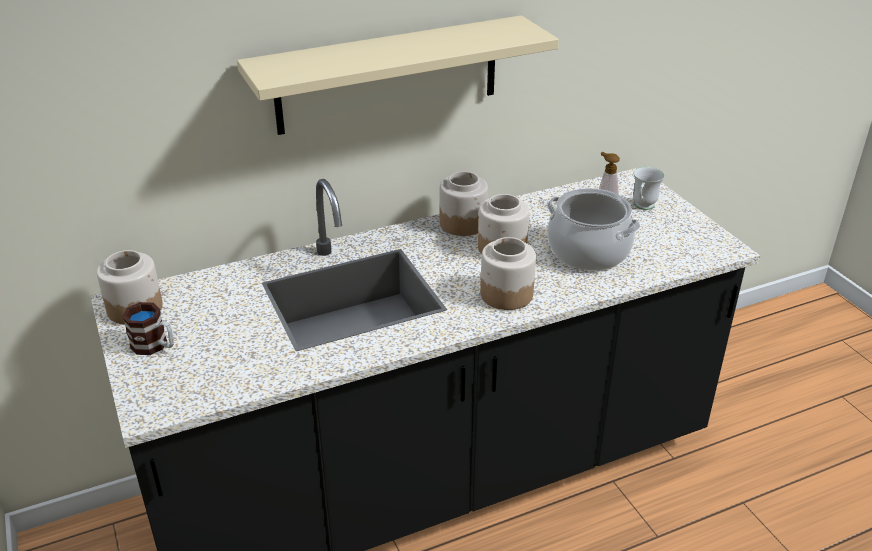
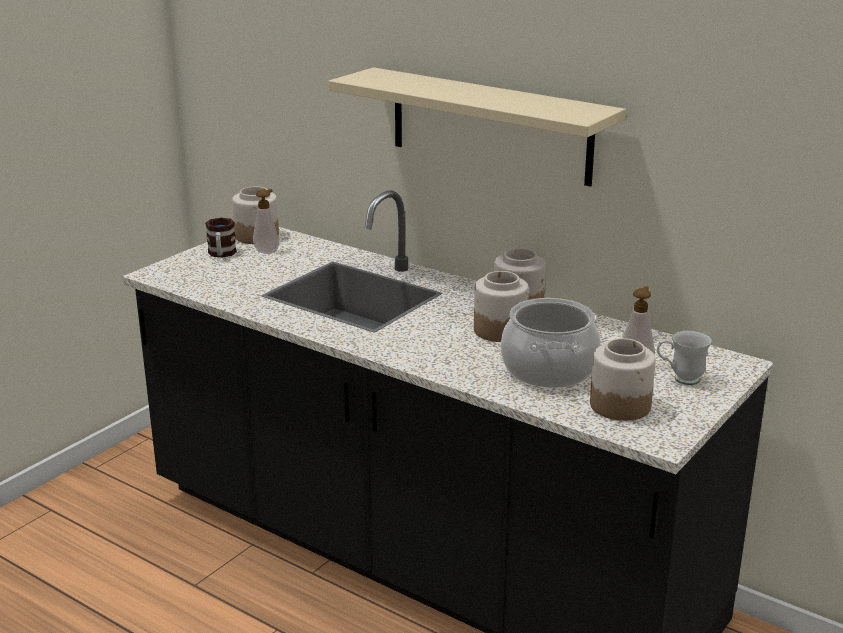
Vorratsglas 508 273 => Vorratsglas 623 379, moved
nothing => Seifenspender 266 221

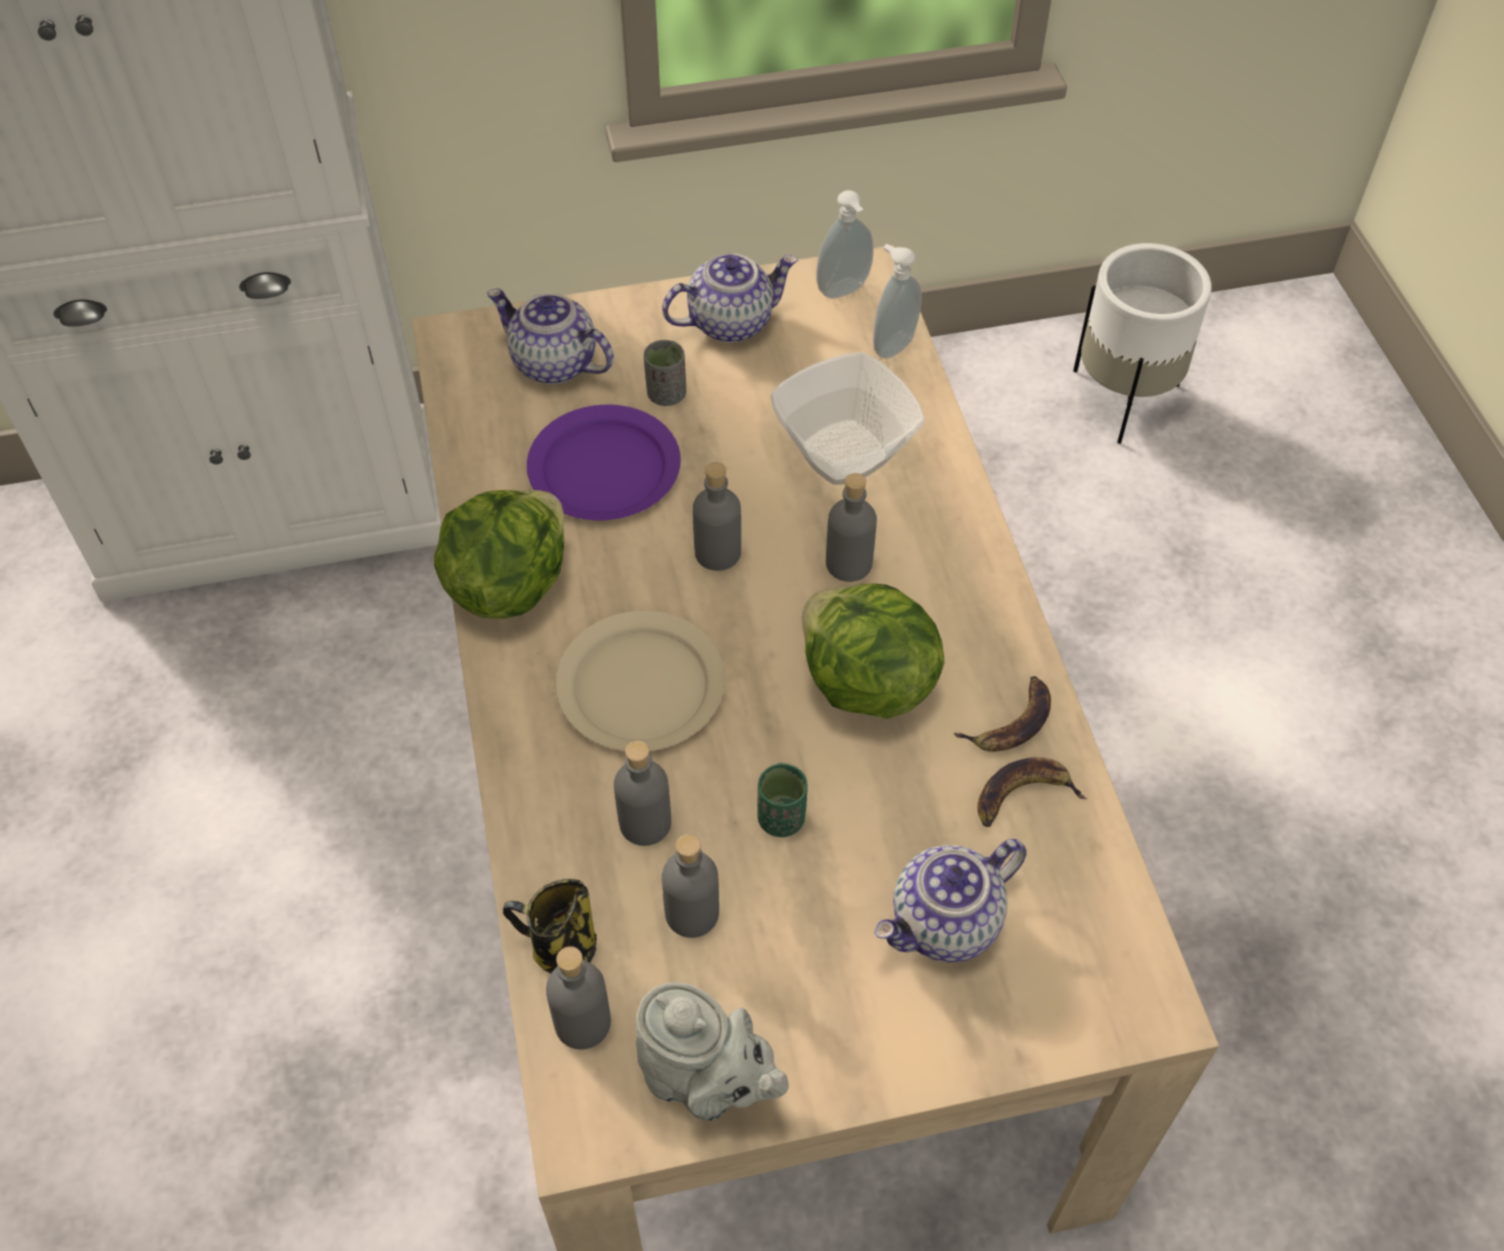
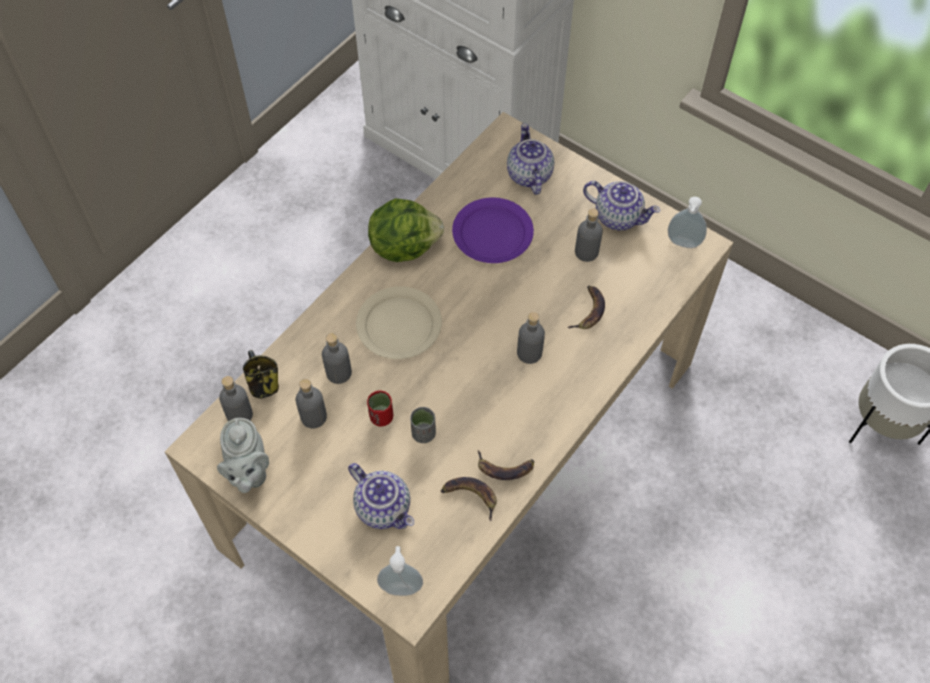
Seifenspender 897 301 => Seifenspender 400 571, moved
Tasse (grau) 665 373 => Tasse (grau) 423 425, moved
Schüssel 848 418 => Banane 586 307
Flasche (grau) 717 516 => Flasche (grau) 589 235, moved
Salatkopf 873 651 => nothing
Tasse (grün) 782 800 => Tasse (rot) 380 408
Teekanne 950 900 => Teekanne 381 496, 150 degrees counterclockwise

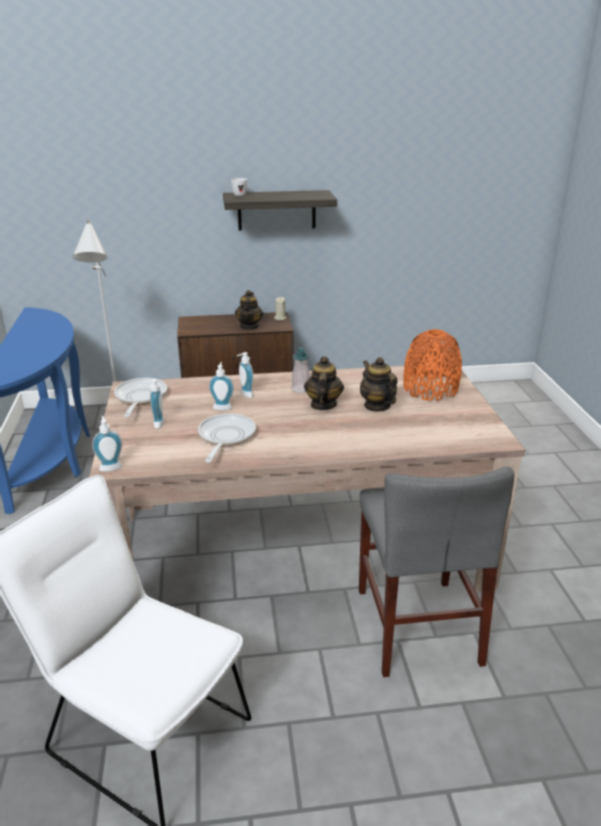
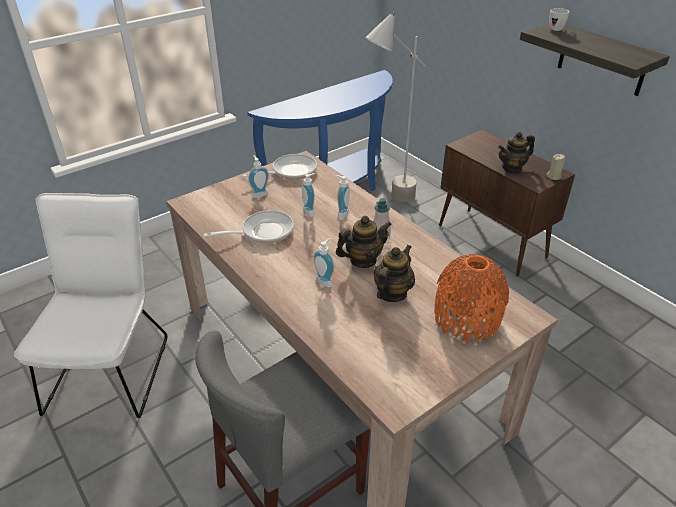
Seifenspender 107 444 => Seifenspender 324 262, moved

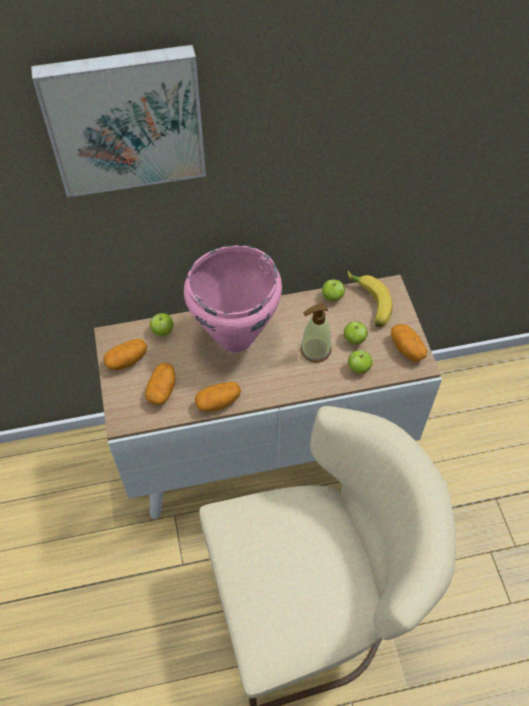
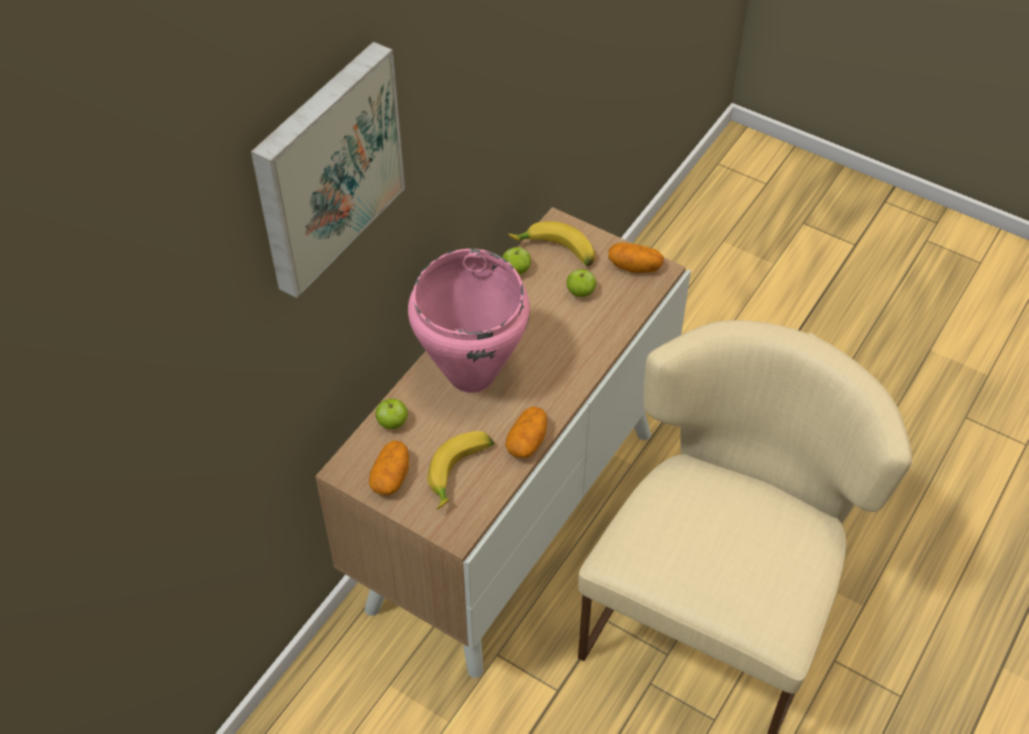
Seifenspender 315 332 => nothing
Apfel 360 362 => nothing
Kartoffel 160 383 => Banane 461 470

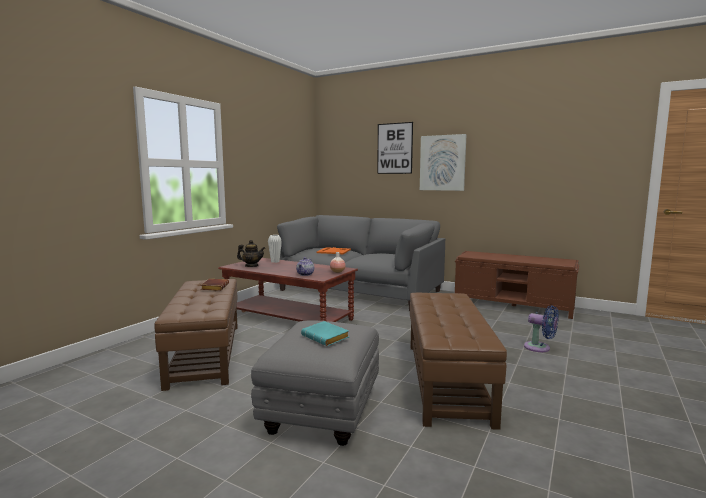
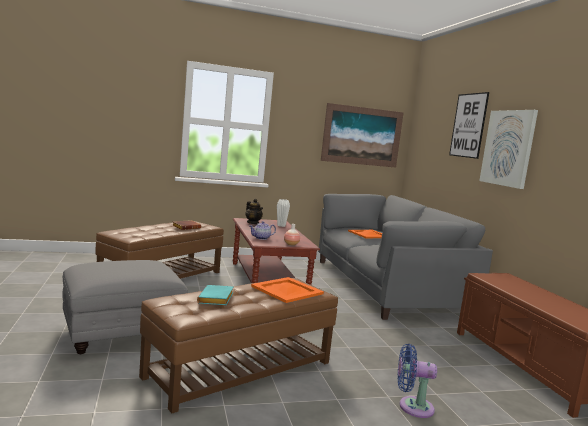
Ventilator (blau) 541 328 => Ventilator (blau) 417 381, 105 degrees clockwise
Buch (türkis) 325 333 => Buch (türkis) 215 295, moved
nothing => Bild 362 135
nothing => Tablett (orange) 287 290

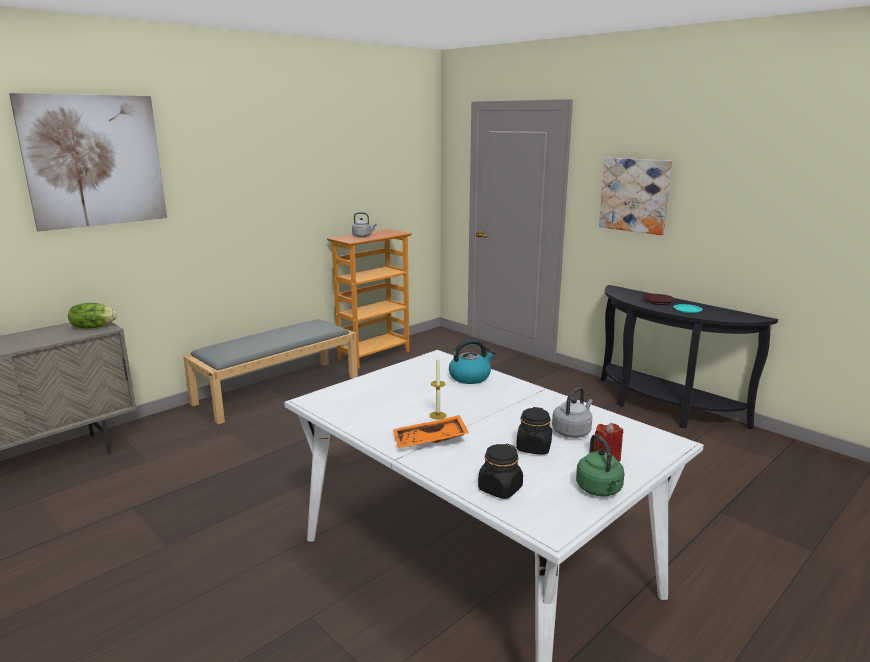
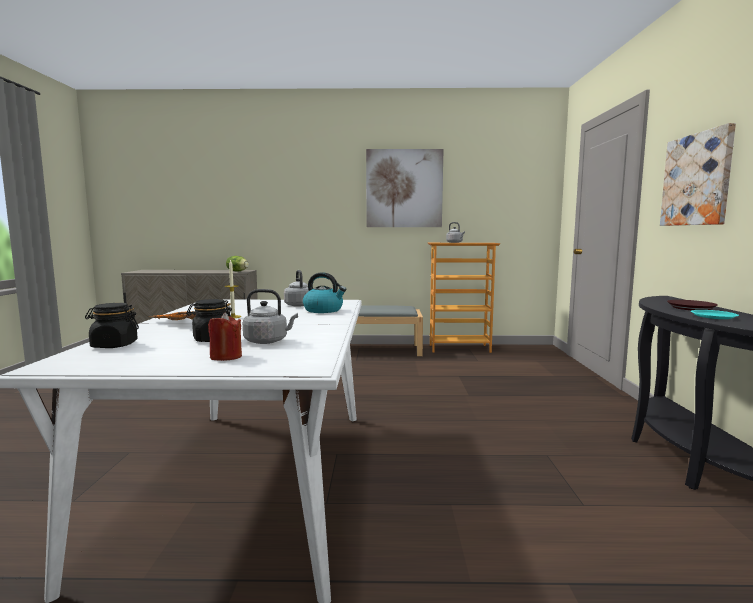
Bild 88 162 => Bild 405 188, moved
Wasserkessel (grün) 600 465 => nothing
nothing => Wasserkessel (grau) 296 288

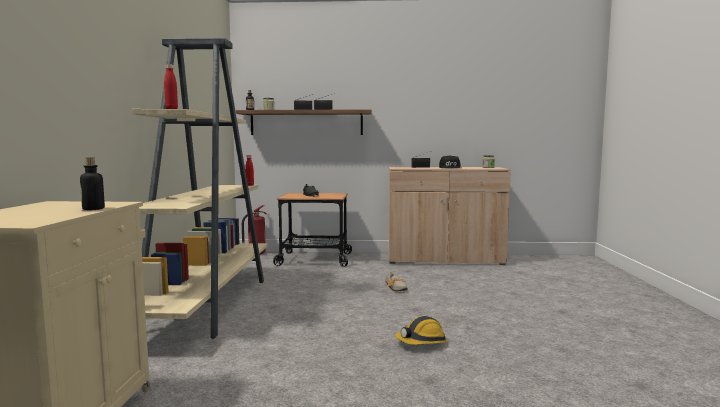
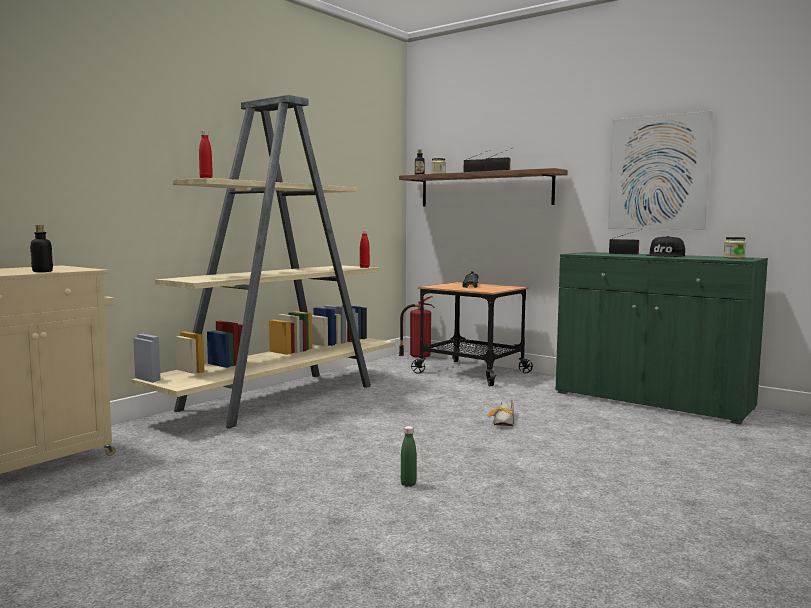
Schrank (beige) 450 216 => Schrank (grün) 662 338
Schutzhelm 421 330 => Flasche (grün) 409 456
nothing => Bild 660 170

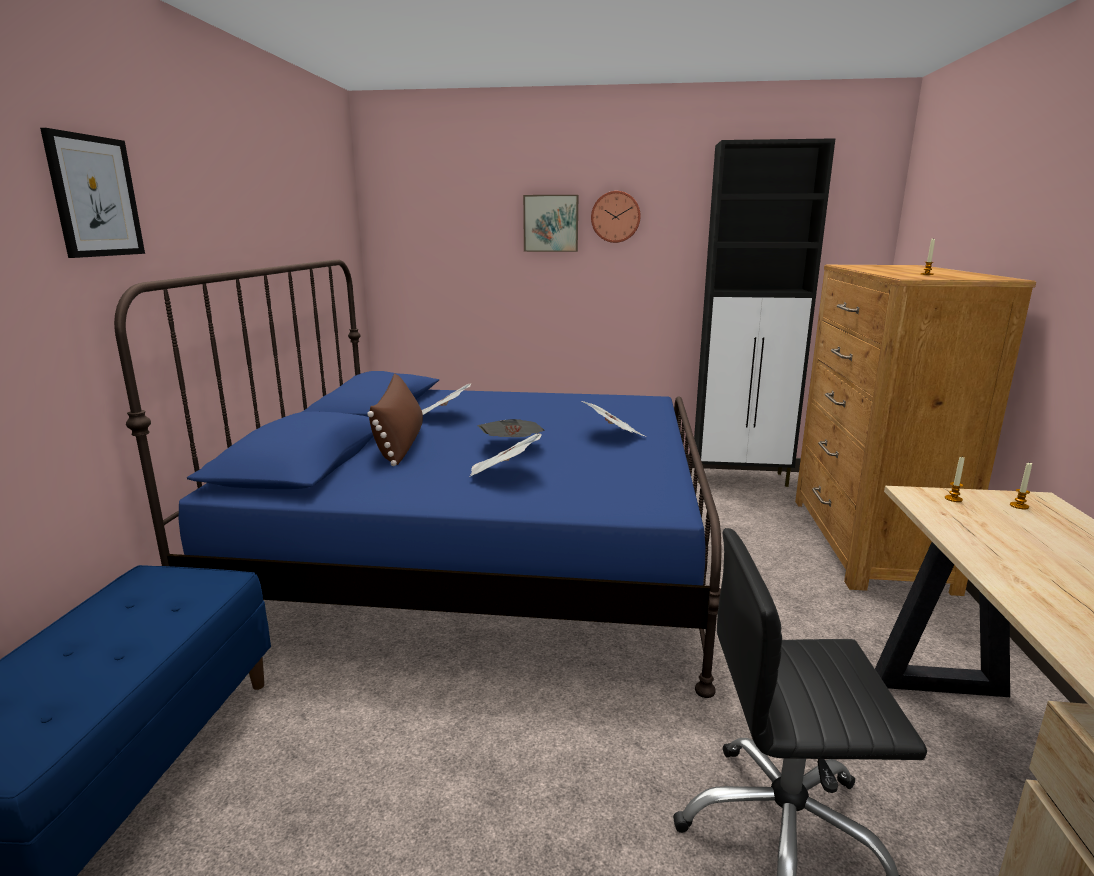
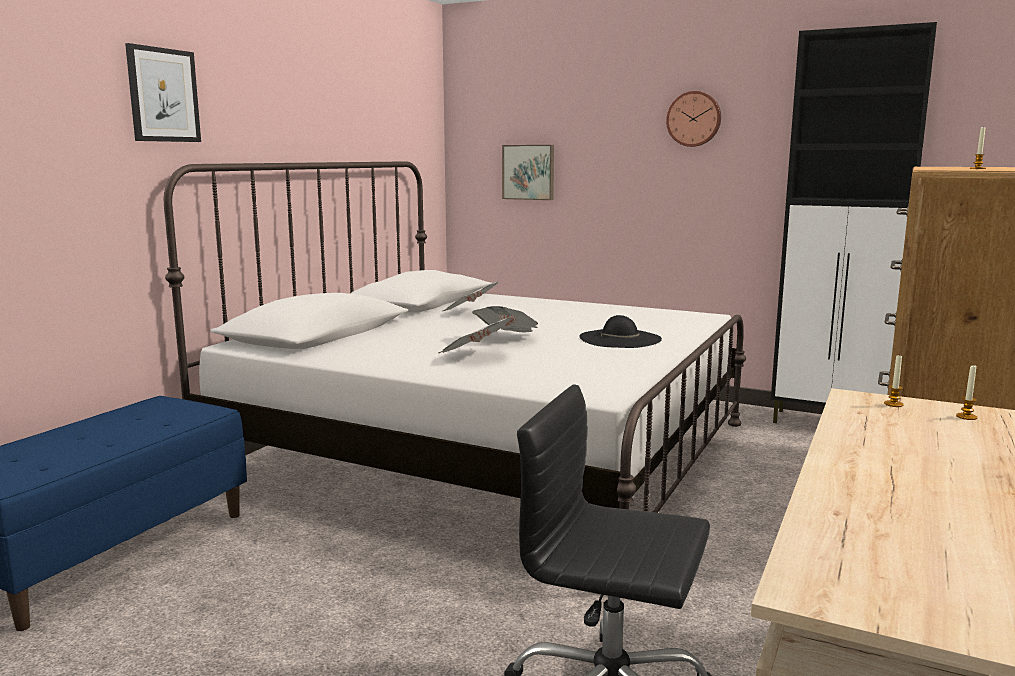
Bild 550 223 => Bild 528 172, moved
Bett (blau) 417 478 => Bett (weiß) 455 337
Kissen (braun) 395 419 => nothing
Zeitung 614 419 => Hut (schwarz) 620 331

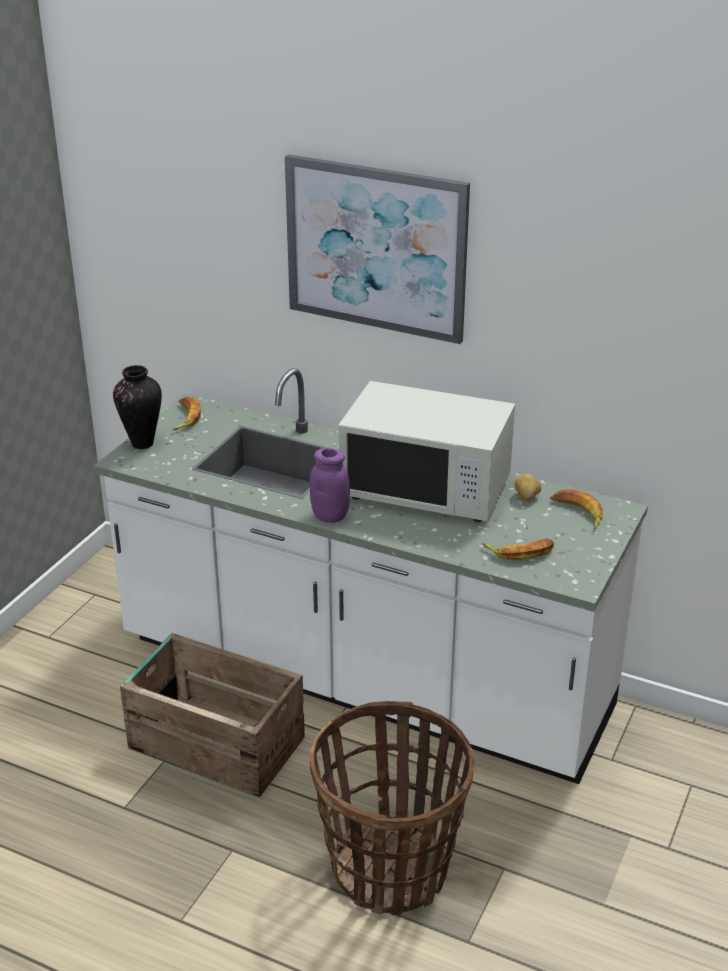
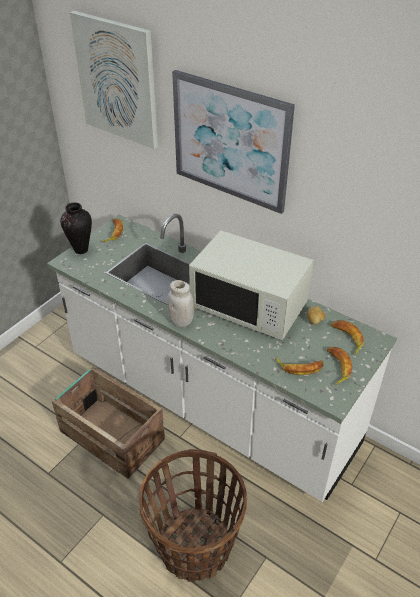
Vorratsglas (lila) 330 485 => Vorratsglas (weiß) 180 303
nothing => Bild 114 80
nothing => Banane 339 366

